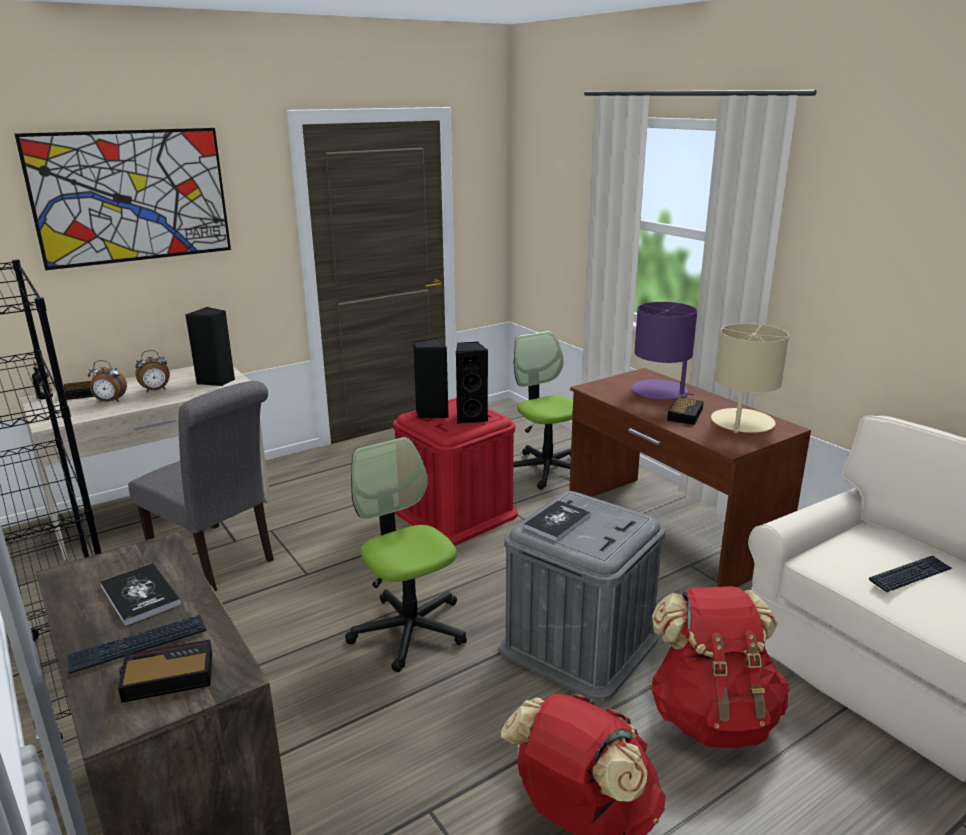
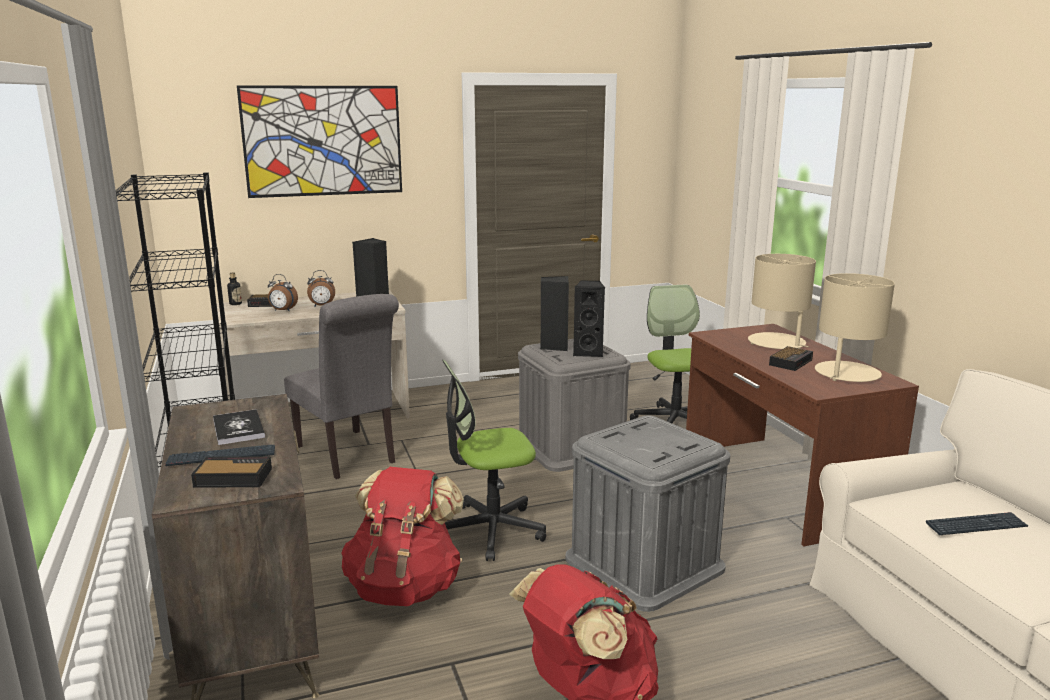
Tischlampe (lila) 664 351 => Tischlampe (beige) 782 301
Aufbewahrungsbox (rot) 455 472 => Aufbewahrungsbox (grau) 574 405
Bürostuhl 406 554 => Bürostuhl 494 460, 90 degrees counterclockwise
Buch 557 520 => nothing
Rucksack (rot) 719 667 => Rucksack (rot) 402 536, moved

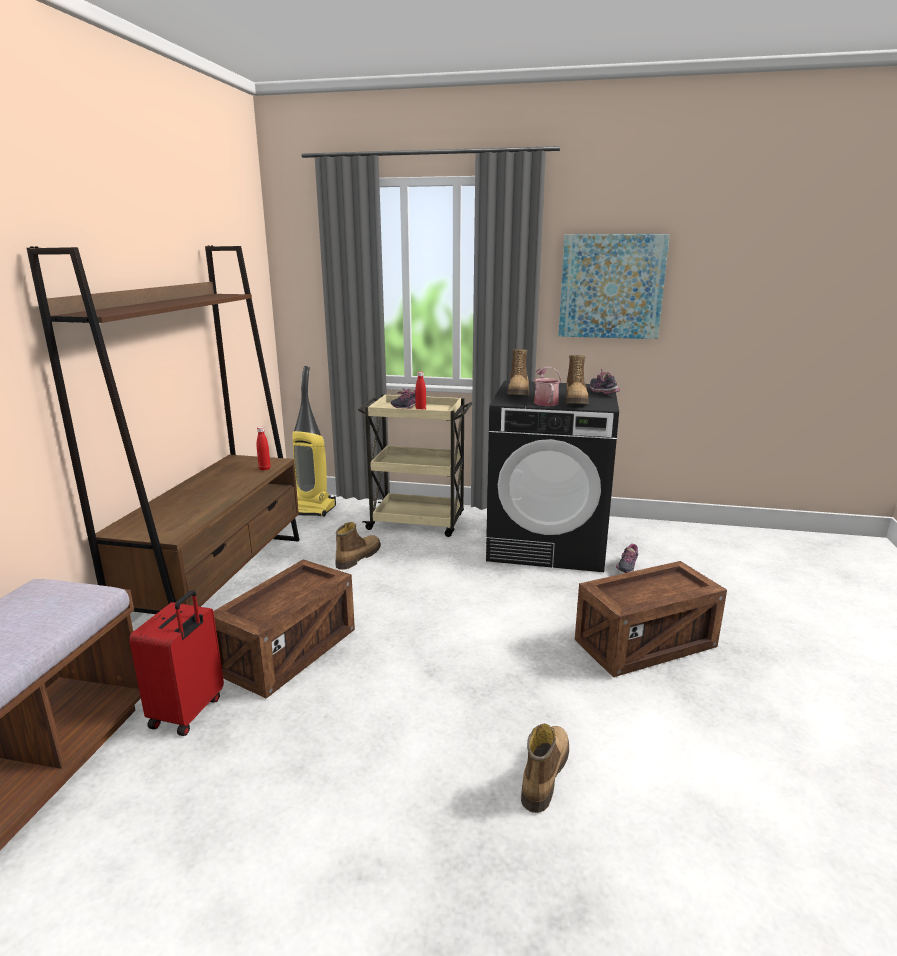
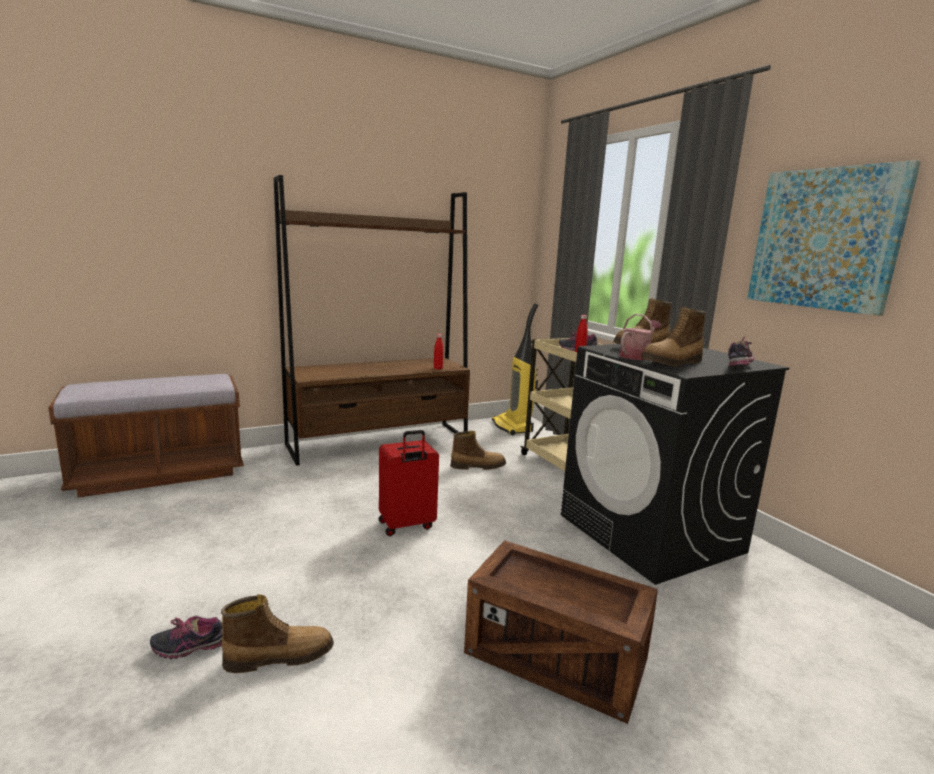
Schuh 627 558 => Schuh 186 637, moved
Kiste 284 629 => nothing
Koffer (rot) 176 663 => Koffer (rot) 409 483, moved

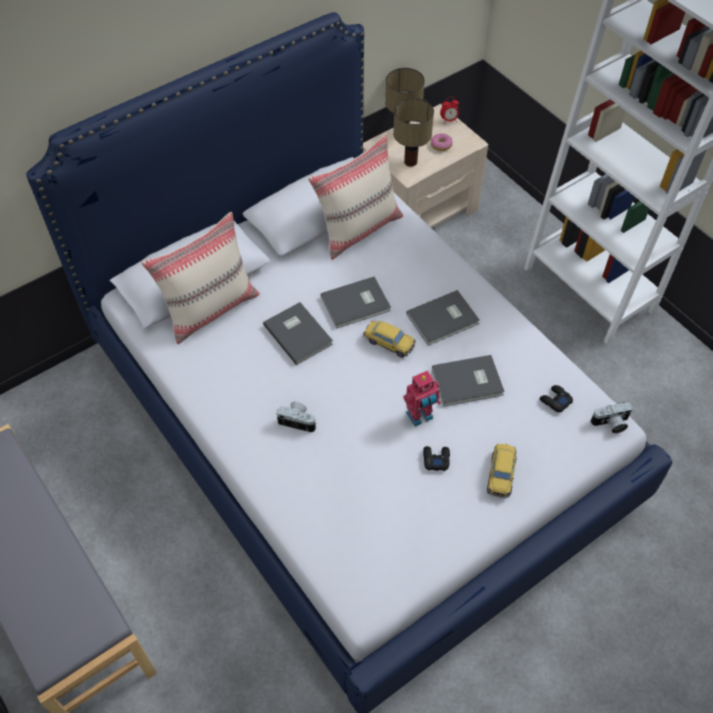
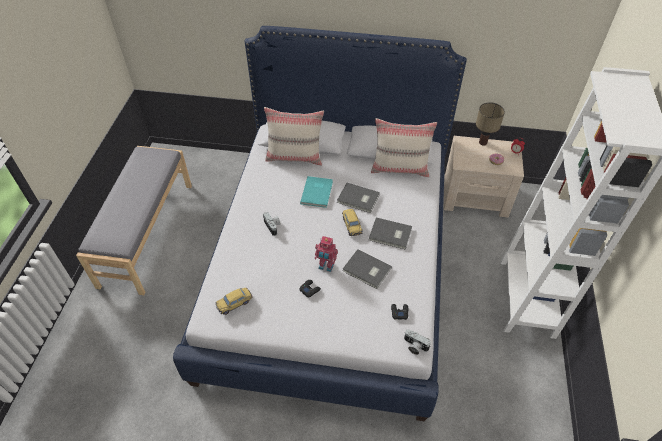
Tischlampe 413 132 => nothing
Buch (grau) 298 333 => Buch (türkis) 316 192
Spielzeugauto 502 470 => Spielzeugauto 234 301, moved

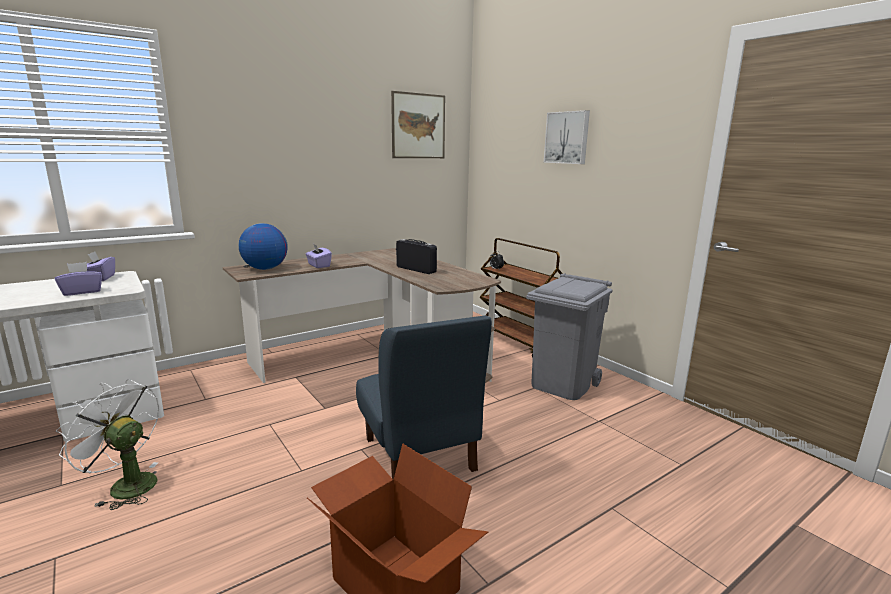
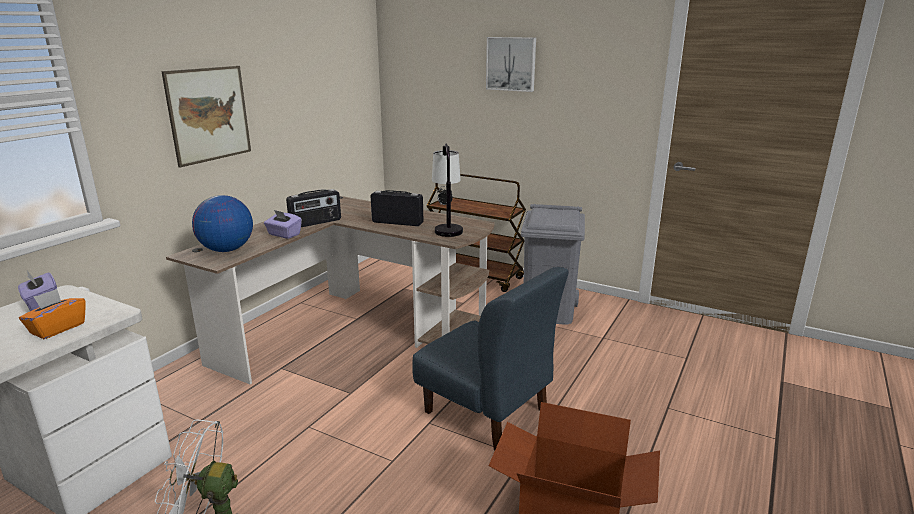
Bild 418 124 => Bild 206 117, moved
Taschentuchbox (lila) 78 279 => Taschentuchbox (orange) 52 314
nothing => Tischlampe 447 190
nothing => Radio 313 208

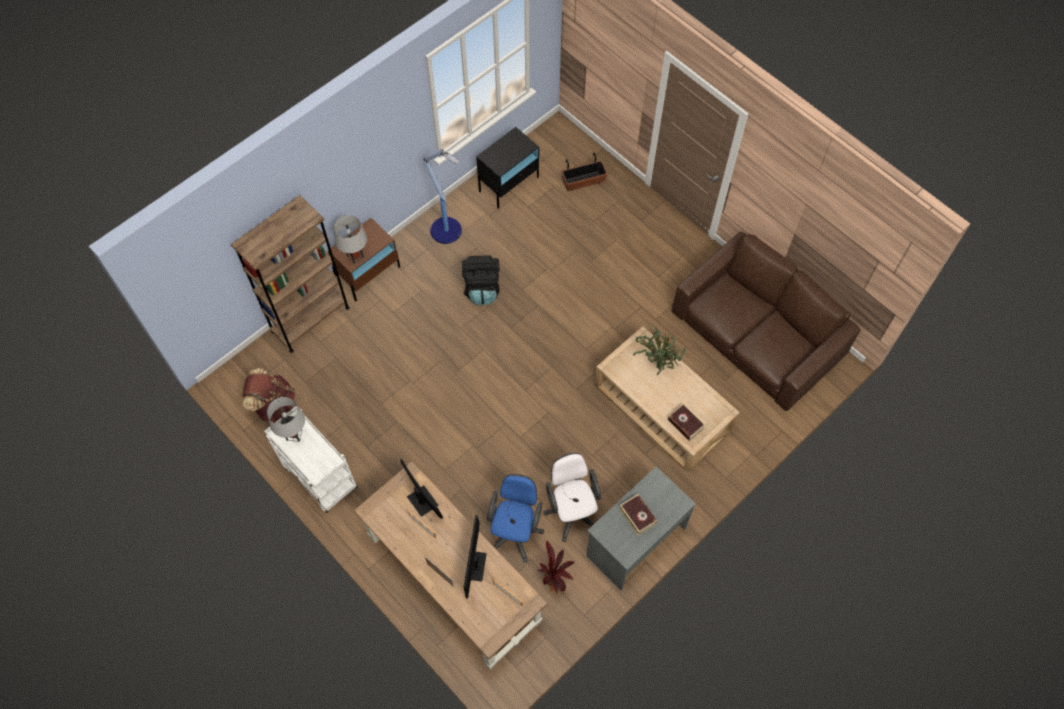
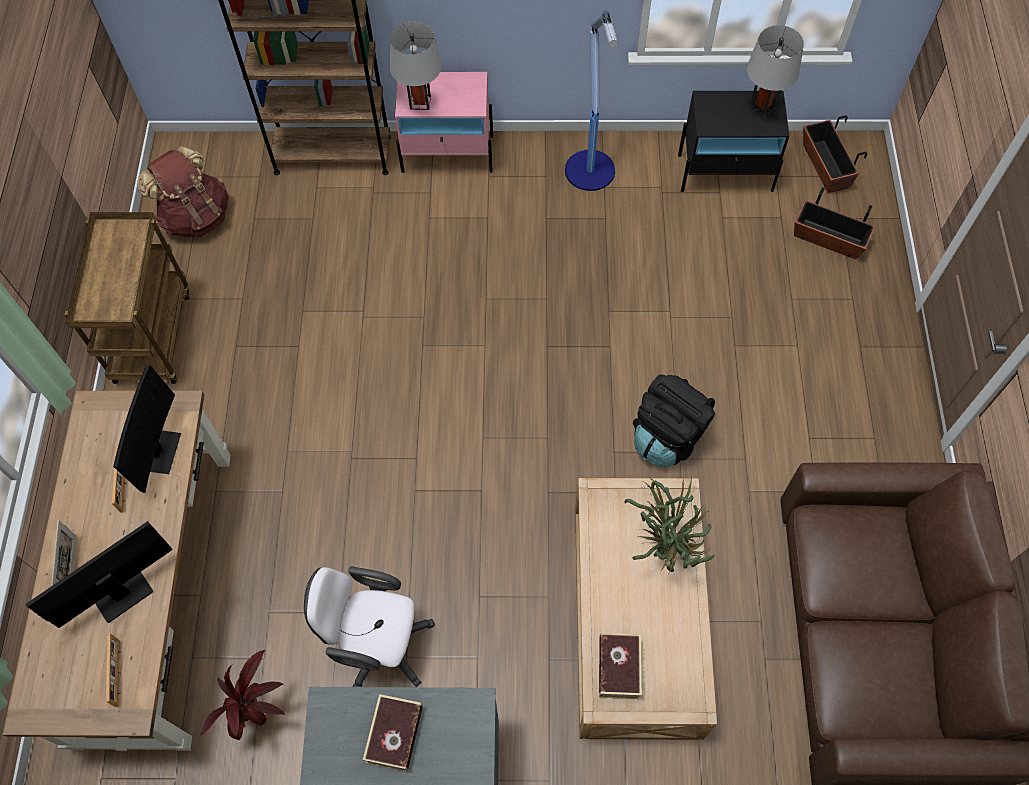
Nachttisch (braun) 364 260 => Nachttisch (rosa) 444 122
Rucksack (schwarz) 481 280 => Rucksack (schwarz) 674 420, moved
Tischlampe (grau) 286 419 => Tischlampe (grau) 775 71, moved
Rollwagen (weiß) 311 460 => Rollwagen (braun) 126 298
Bürostuhl (weiß) 572 497 => Bürostuhl (weiß) 369 626, 105 degrees counterclockwise
Bürostuhl (blau) 515 518 => nothing
nothing => Pflanzkübel 835 154

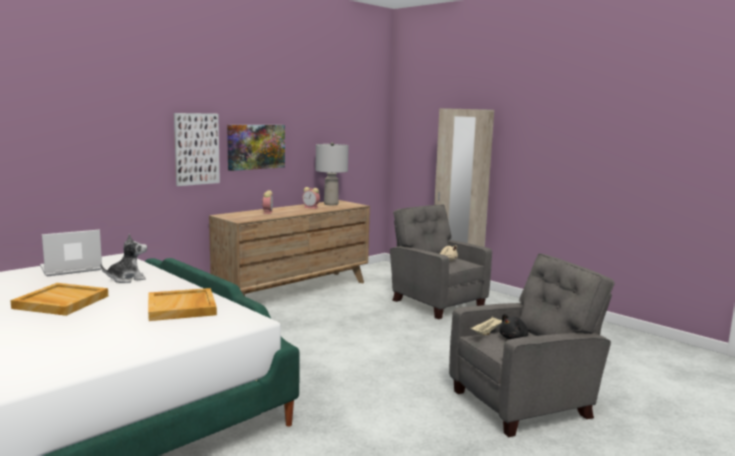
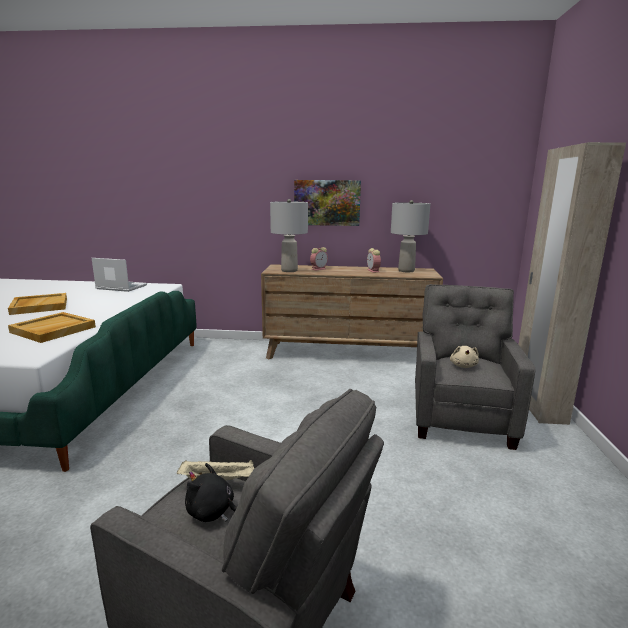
Bild 197 149 => nothing
Plüschtier 123 258 => nothing
nothing => Tischlampe (grau) 289 235

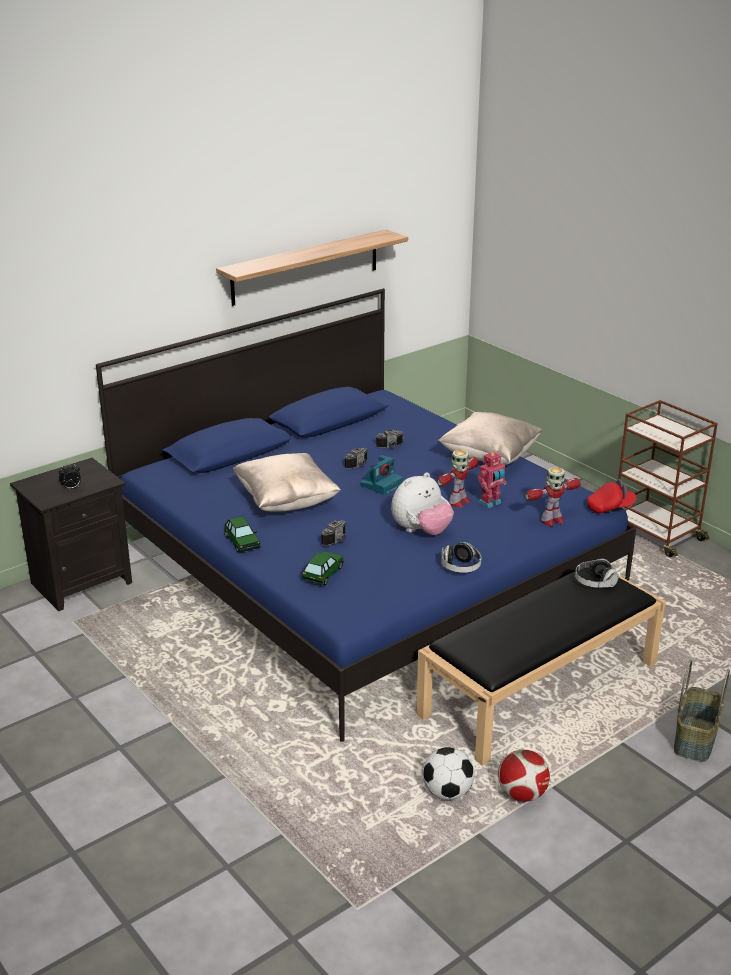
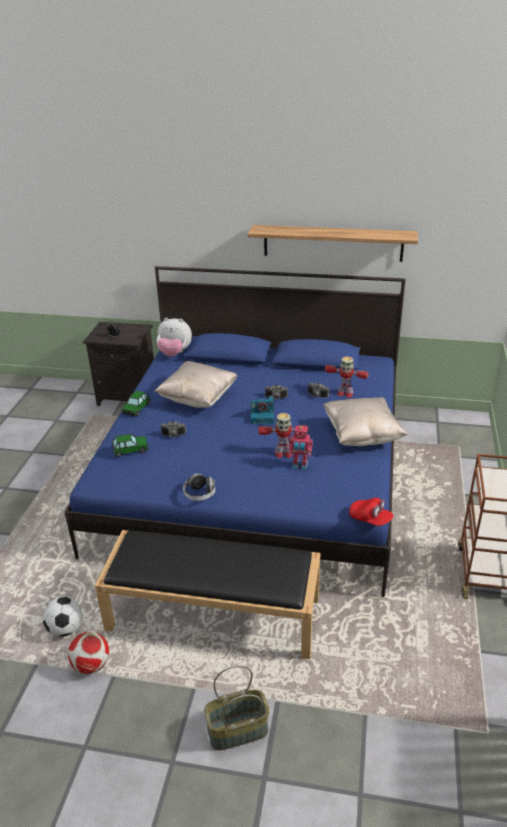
Spielzeugroboter 553 496 => Spielzeugroboter 347 377, moved
Plüschtier 422 504 => Plüschtier 174 337, moved
Kopfhörer 597 573 => nothing

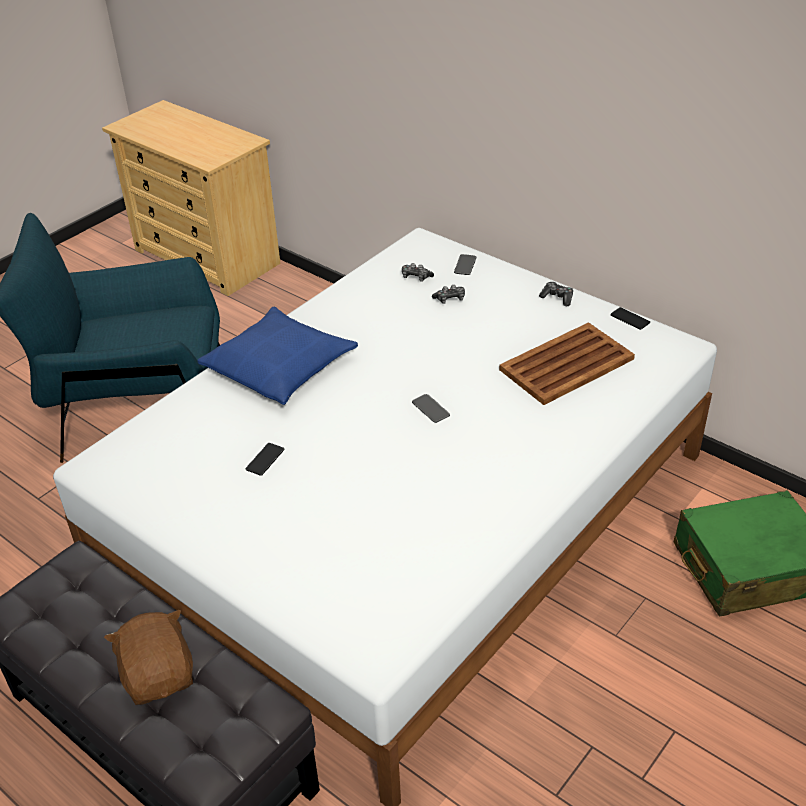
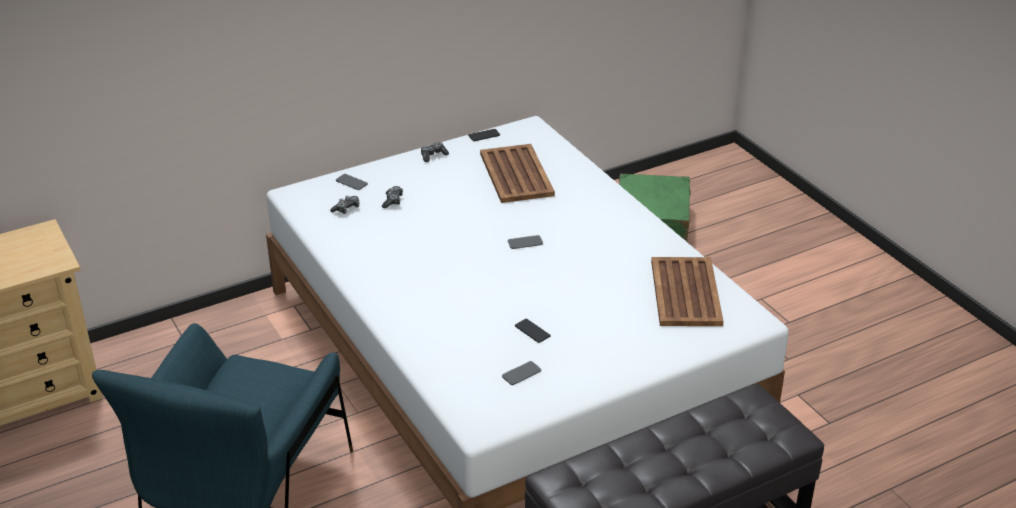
Kissen (blau) 277 356 => nothing
Plüschtier (braun) 148 657 => nothing
nothing => Tablett (braun) 687 291
nothing => Handy 521 373

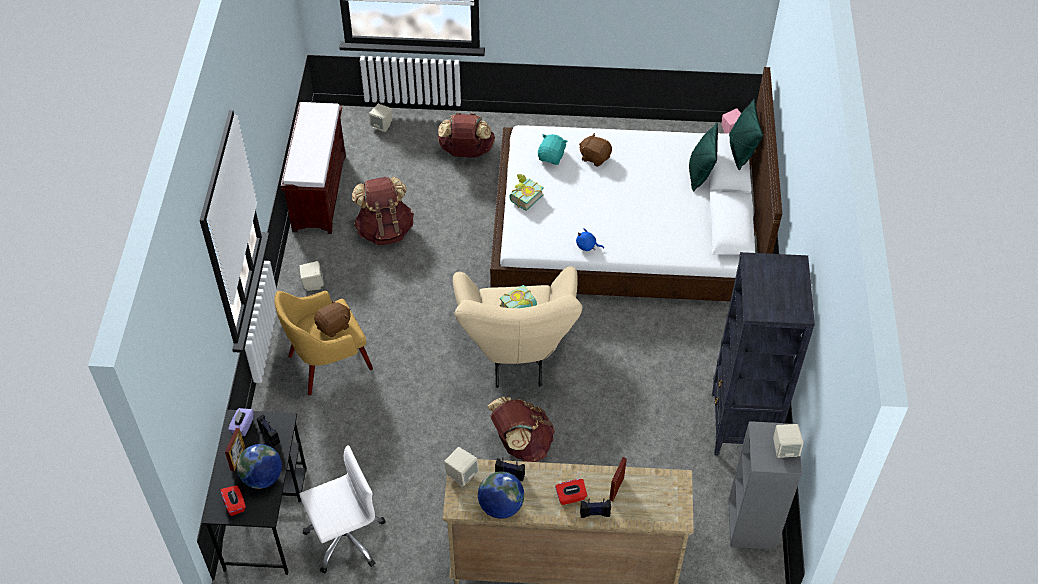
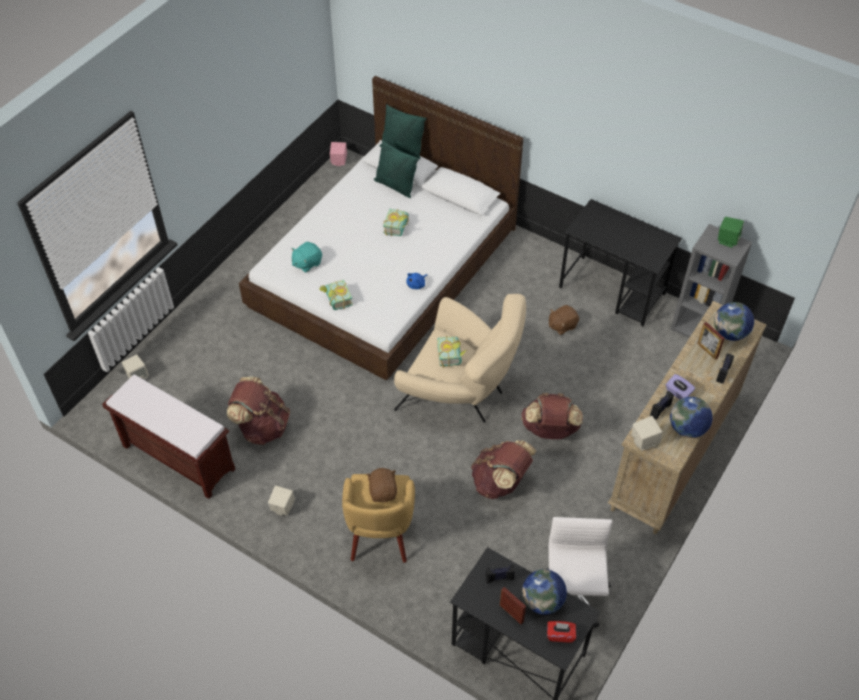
Rucksack (braun) 466 135 => Rucksack (braun) 503 469, moved
Plüschtier (braun) 595 150 => Plüschtier (braun) 564 320, moved
Plüschtier (türkis) 553 149 => Plüschtier (türkis) 306 257, 90 degrees counterclockwise
Bücherregal (schwarz) 763 354 => Schreibtisch (schwarz) 620 263
Taschentuchbox (lila) 241 422 => Taschentuchbox (lila) 680 387, moved
Lautsprecher (beige) 788 441 => Lautsprecher (grün) 731 232
Taschentuchbox (rot) 571 492 => nothing
nothing => Buch 396 222
nothing => Globus 734 321

